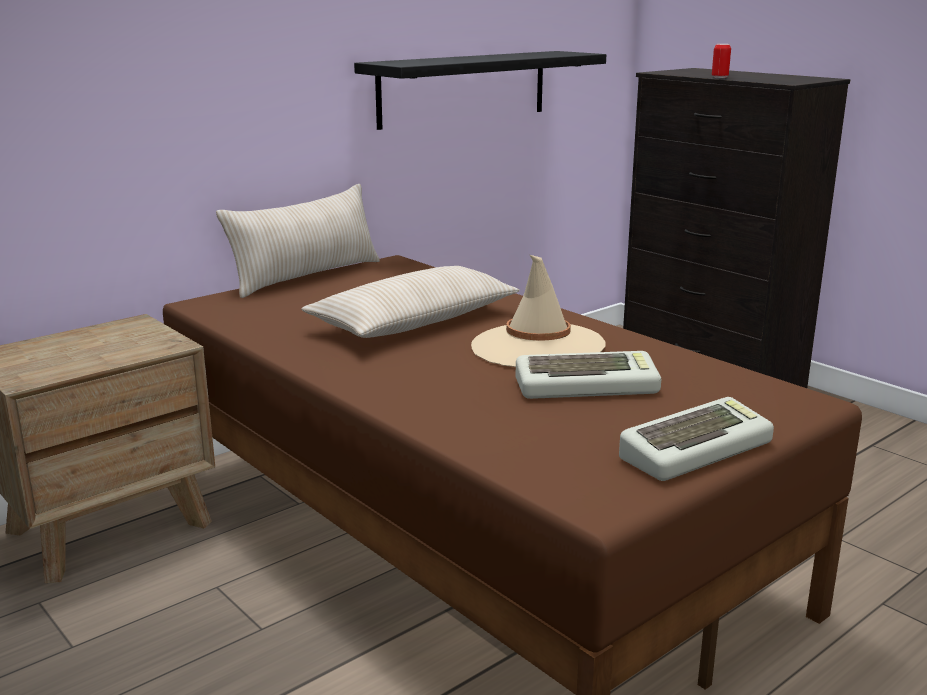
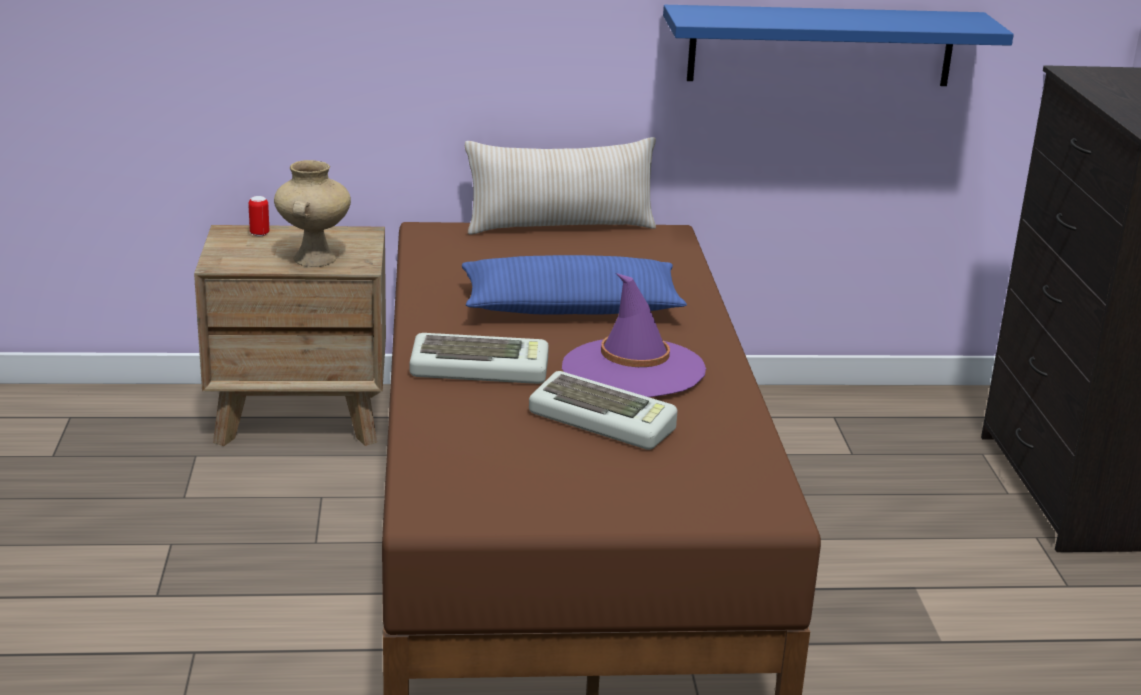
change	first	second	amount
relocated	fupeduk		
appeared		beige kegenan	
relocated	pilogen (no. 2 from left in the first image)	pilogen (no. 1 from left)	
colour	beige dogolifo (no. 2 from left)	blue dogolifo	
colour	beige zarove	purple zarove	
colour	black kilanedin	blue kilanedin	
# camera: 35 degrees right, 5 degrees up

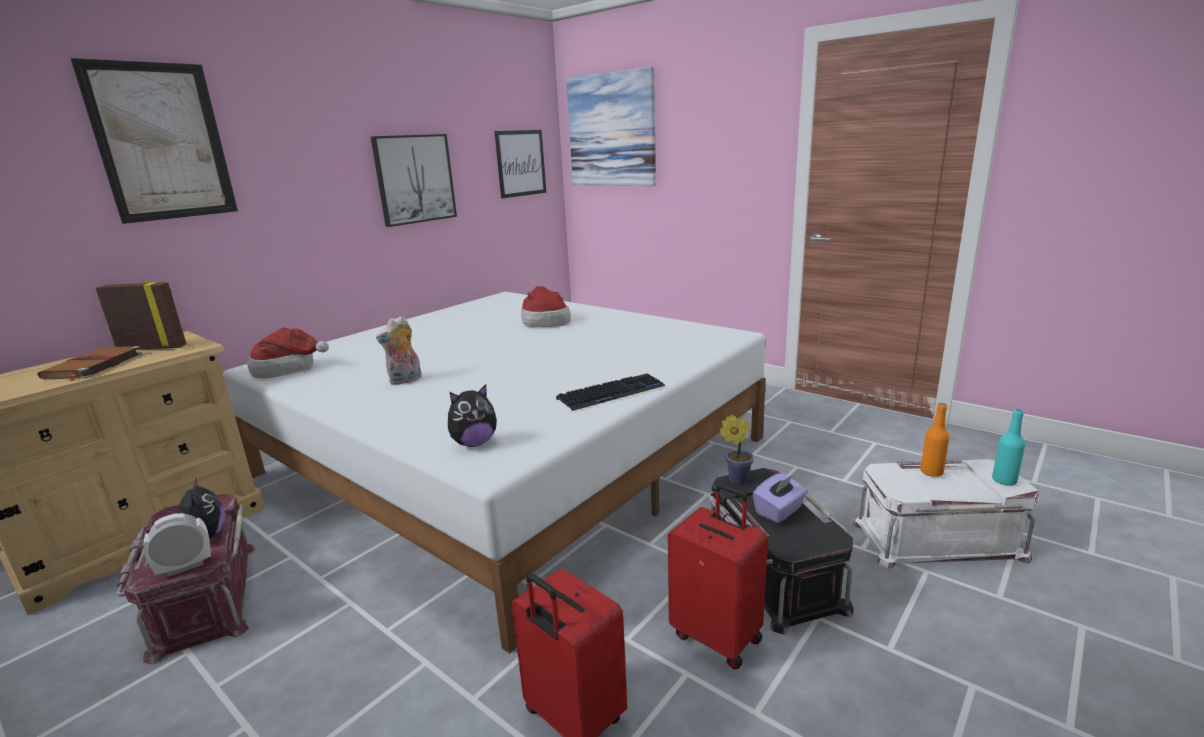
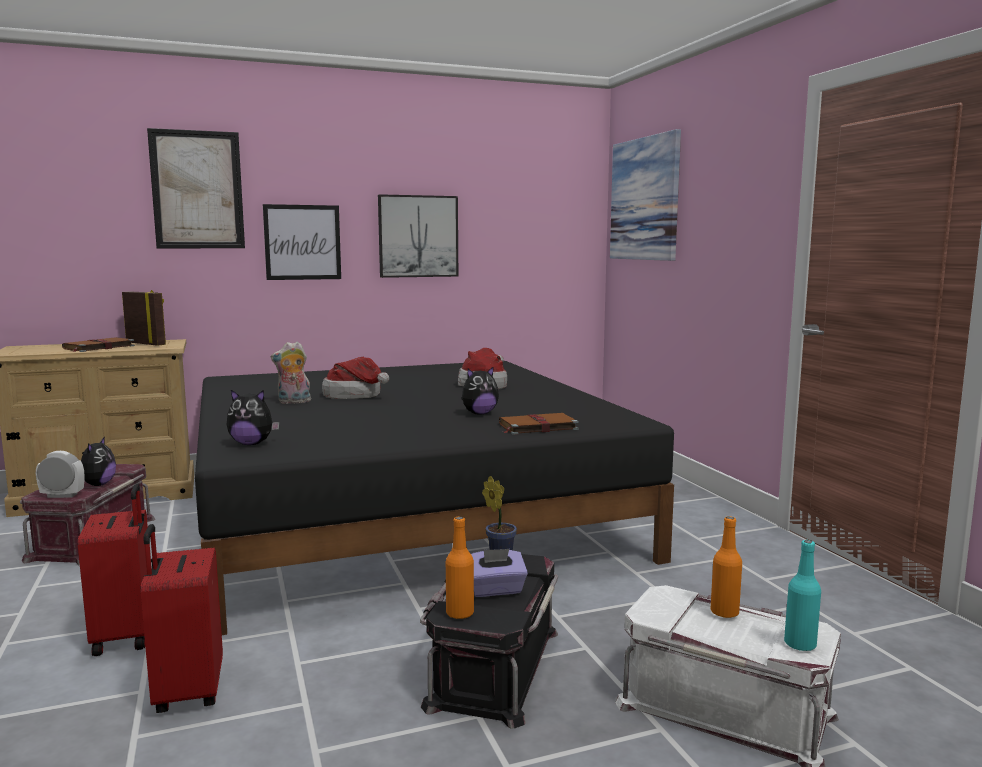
change	first	second	amount
relocated	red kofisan (no. 2 from left in the first image)	red kofisan (no. 1 from left)	
colour	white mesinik	black mesinik	
relocated	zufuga (no. 3 from left in the first image)	zufuga (no. 2 from left)	
relocated	zarove (no. 1 from left)		
appeared		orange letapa (no. 1 from left)	
appeared		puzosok (no. 4 from left)	
appeared		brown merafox (no. 2 from left)	
missing	pilogen		
# camera: 30 degrees right, 10 degrees down

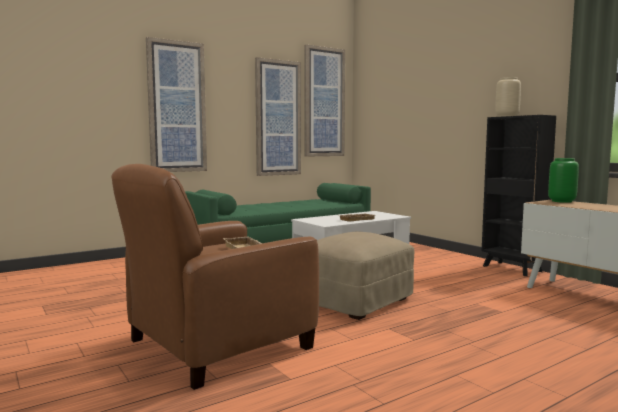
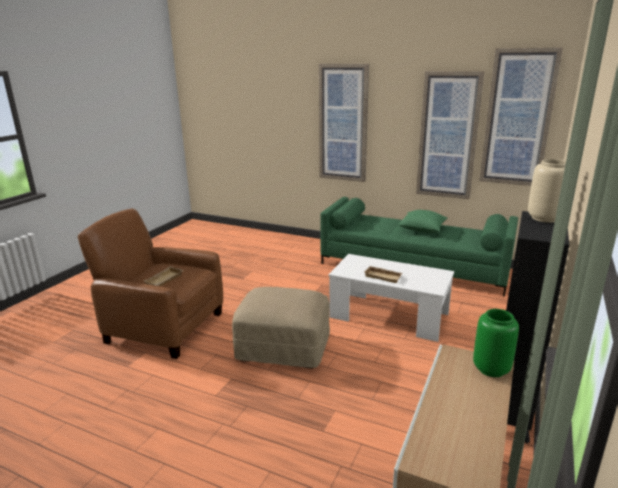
change	first	second	amount
appeared		green dogolifo	
# camera: 60 degrees right, 15 degrees up

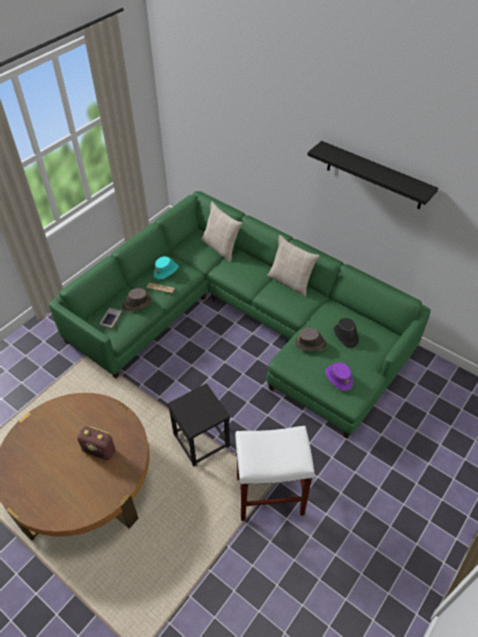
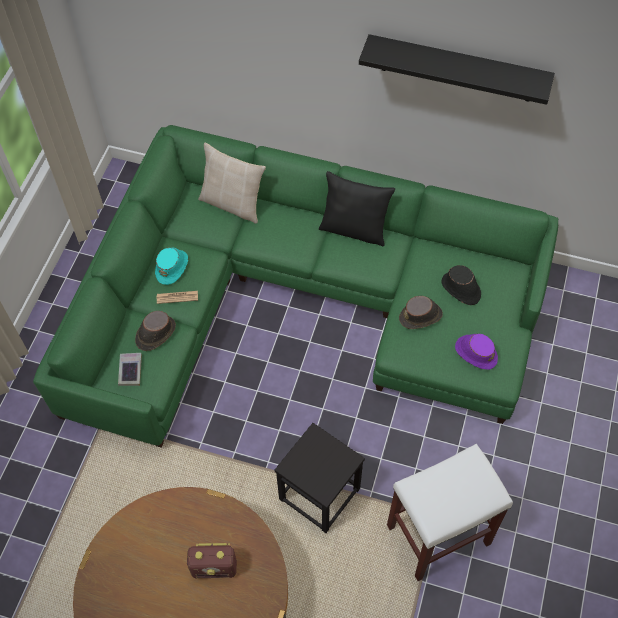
change	first	second	amount
colour	beige dogolifo (no. 2 from left)	black dogolifo	
# camera: 20 degrees left, 10 degrees up

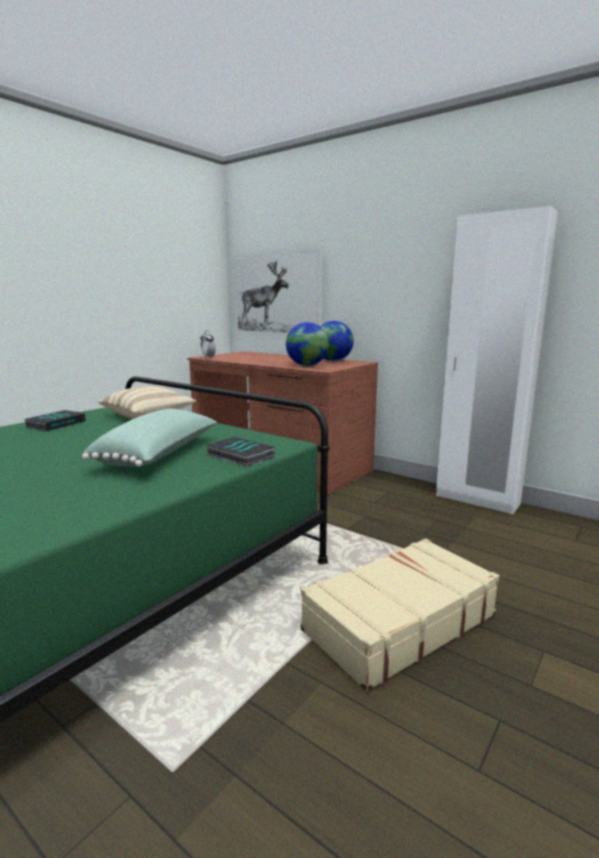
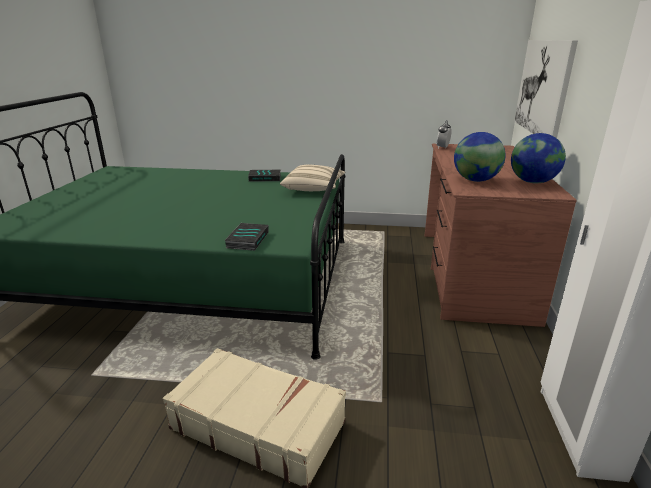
change	first	second	amount
missing	green dogolifo		
# camera: 60 degrees right, 10 degrees up

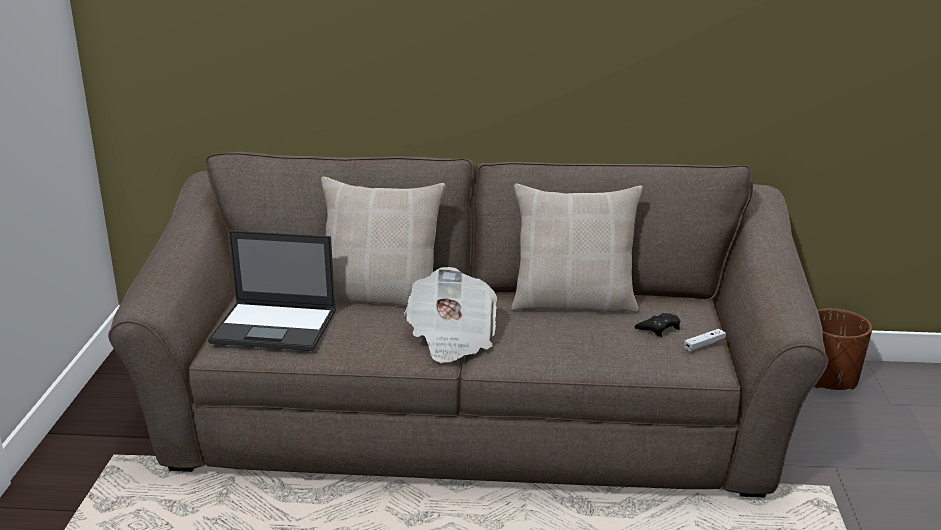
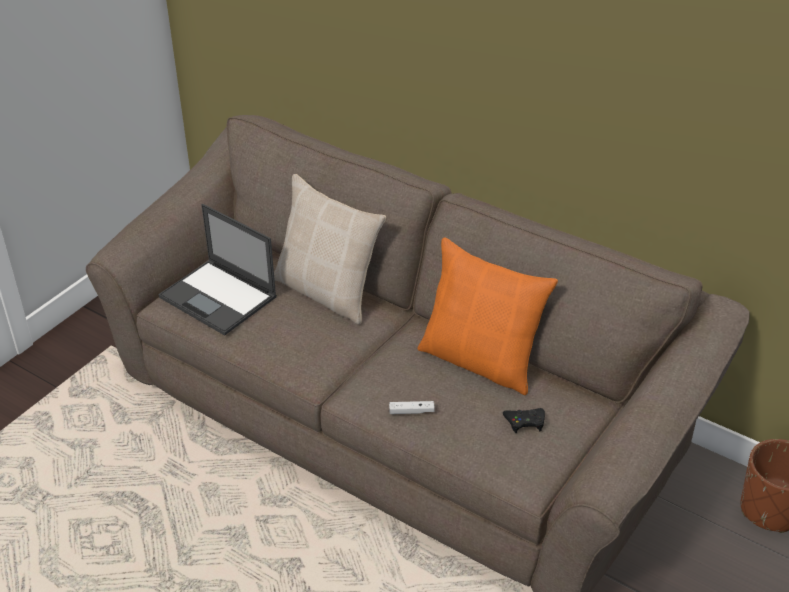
change	first	second	amount
relocated	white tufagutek		
colour	beige dogolifo (no. 2 from left)	orange dogolifo	
missing	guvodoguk		
# camera: 30 degrees right, 15 degrees up

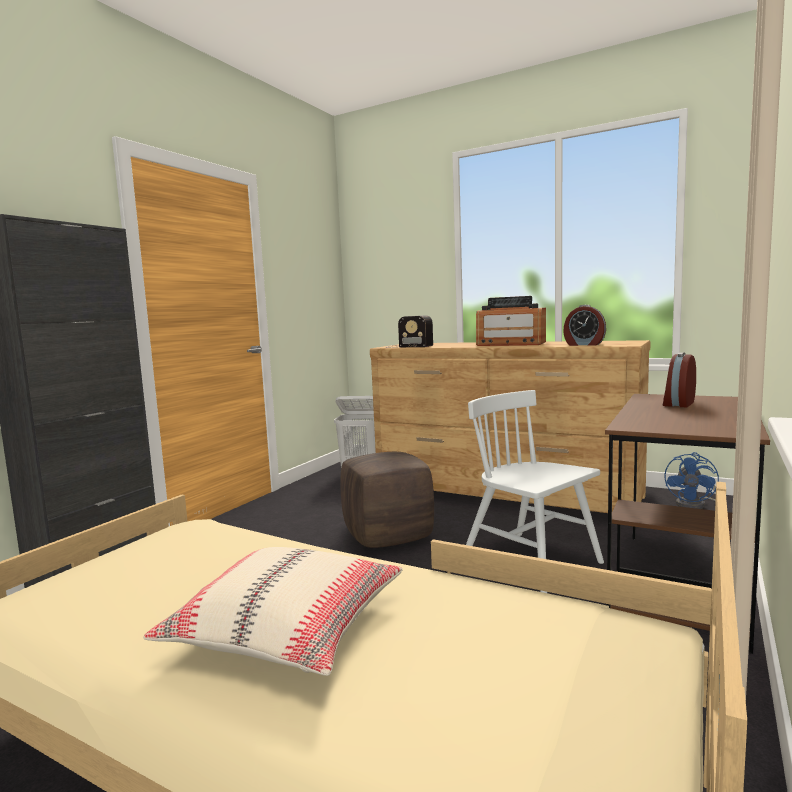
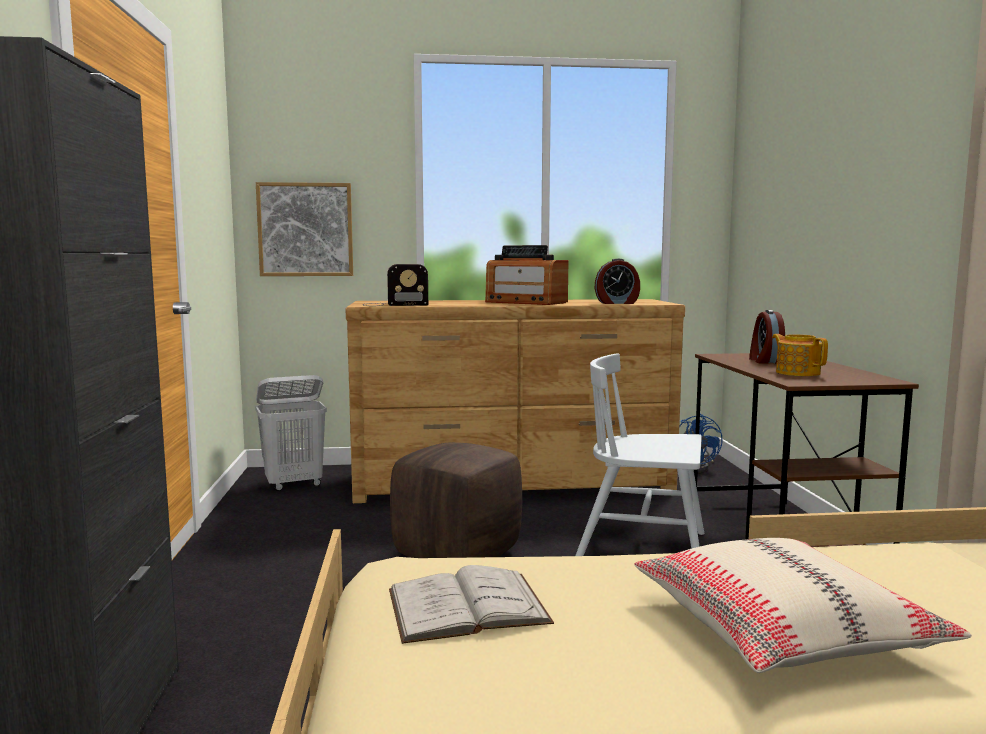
change	first	second	amount
appeared		zufuga	
appeared		white merafox	
spun	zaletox (no. 2 from left)		45 degrees clockwise
appeared		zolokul	
# camera: 35 degrees left, 0 degrees up

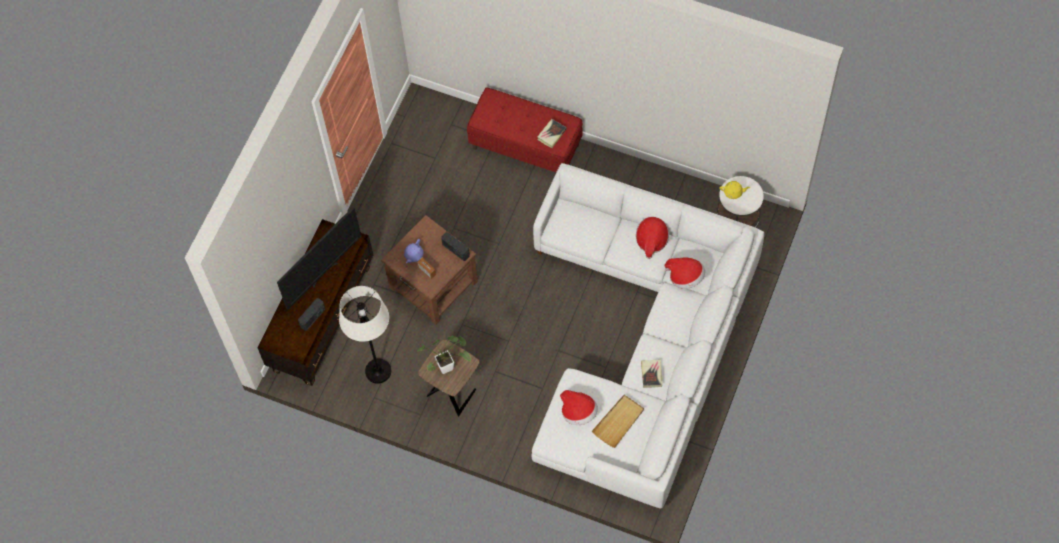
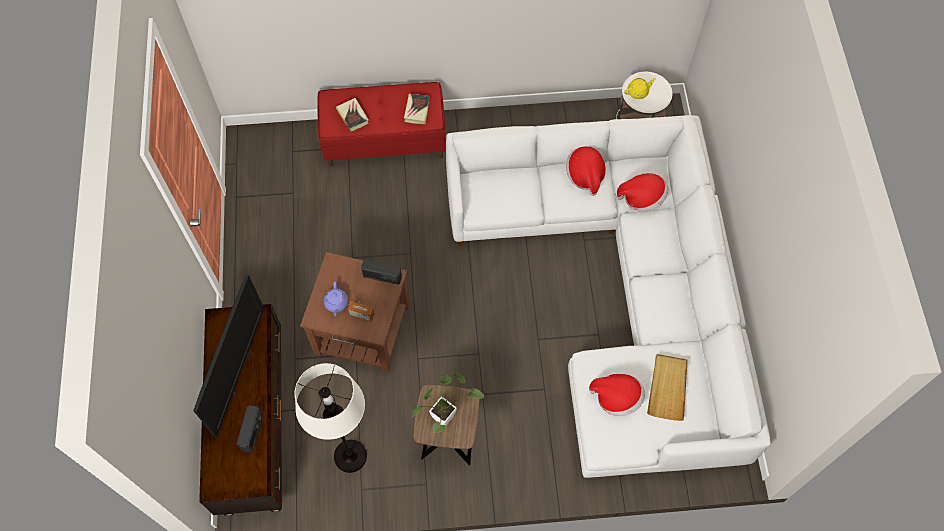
change	first	second	amount
relocated	merafox (no. 2 from left in the first image)	merafox (no. 1 from left)	
# camera: 30 degrees left, 0 degrees up

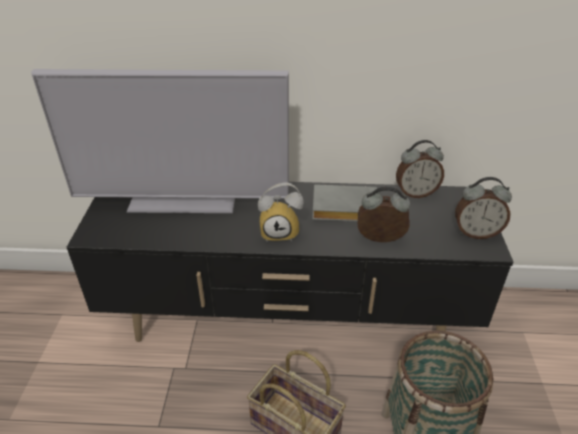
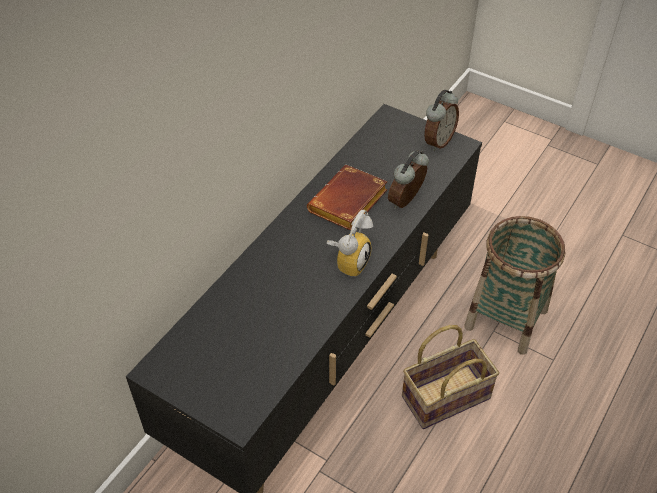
change	first	second	amount
colour	grey merafox	brown merafox	
missing	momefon		
missing	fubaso (no. 3 from left)		
# camera: 60 degrees left, 10 degrees up

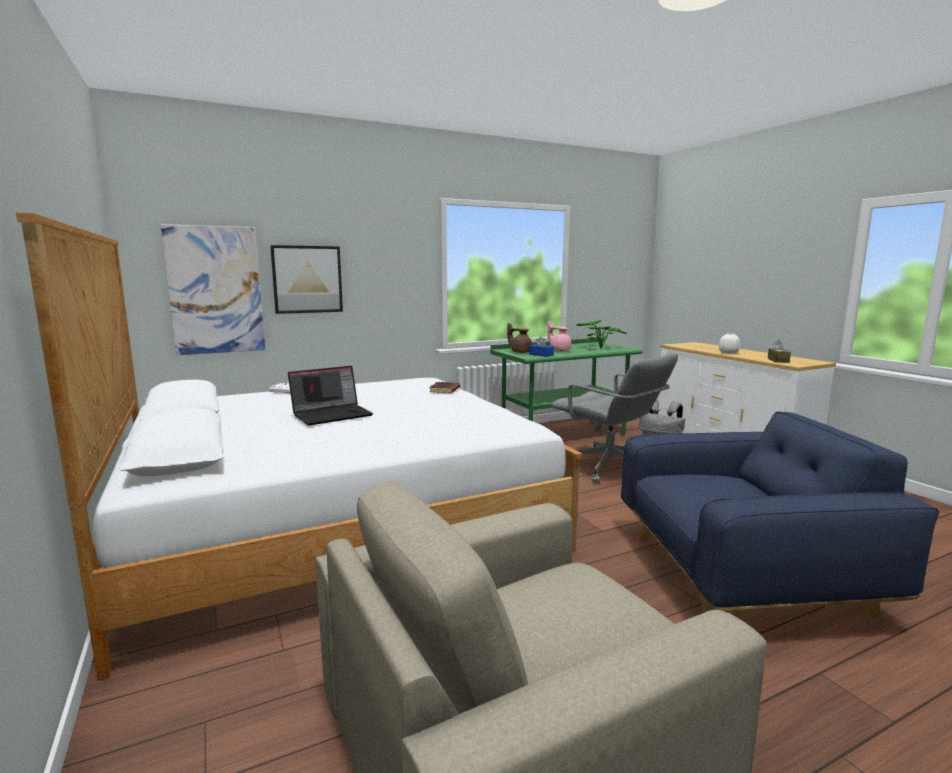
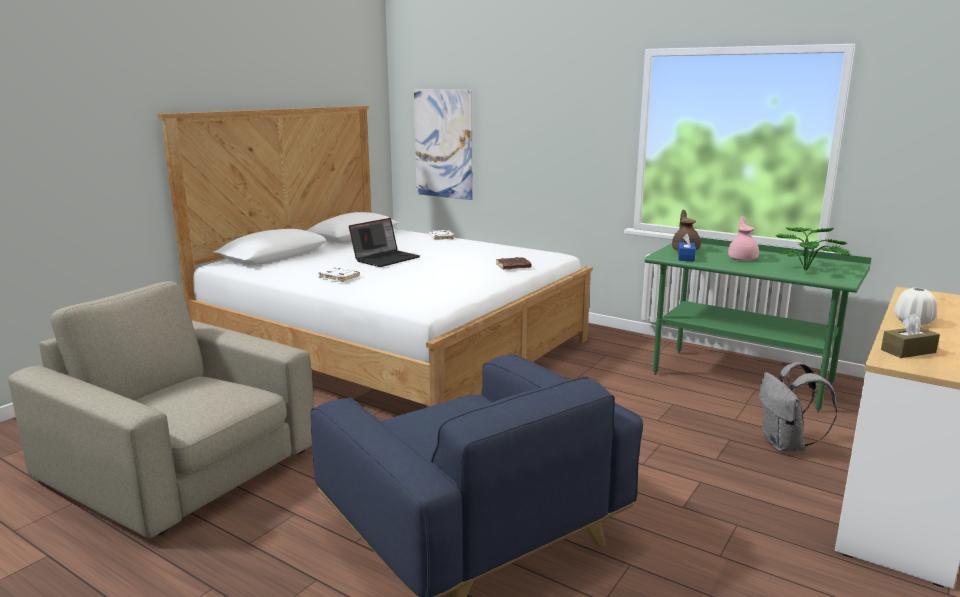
change	first	second	amount
appeared		white merafox (no. 1 from left)	
spun	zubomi		75 degrees counterclockwise
missing	zufuga (no. 2 from left)		
missing	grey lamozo		
# camera: 60 degrees right, 5 degrees up

